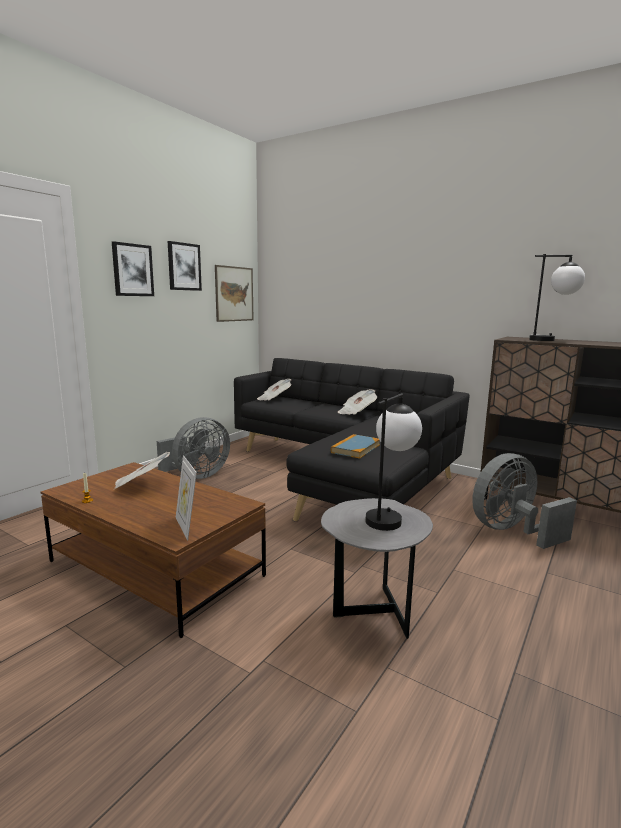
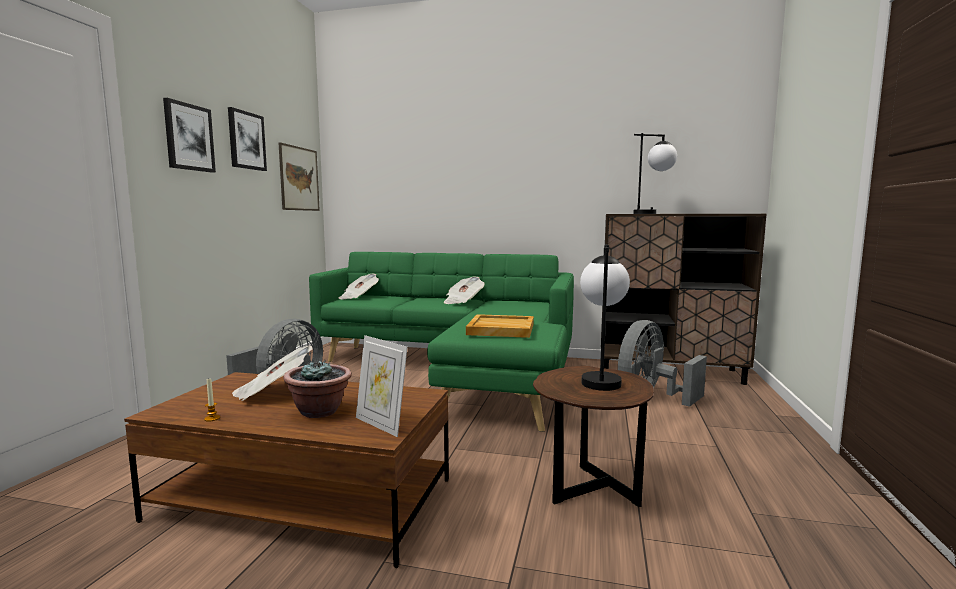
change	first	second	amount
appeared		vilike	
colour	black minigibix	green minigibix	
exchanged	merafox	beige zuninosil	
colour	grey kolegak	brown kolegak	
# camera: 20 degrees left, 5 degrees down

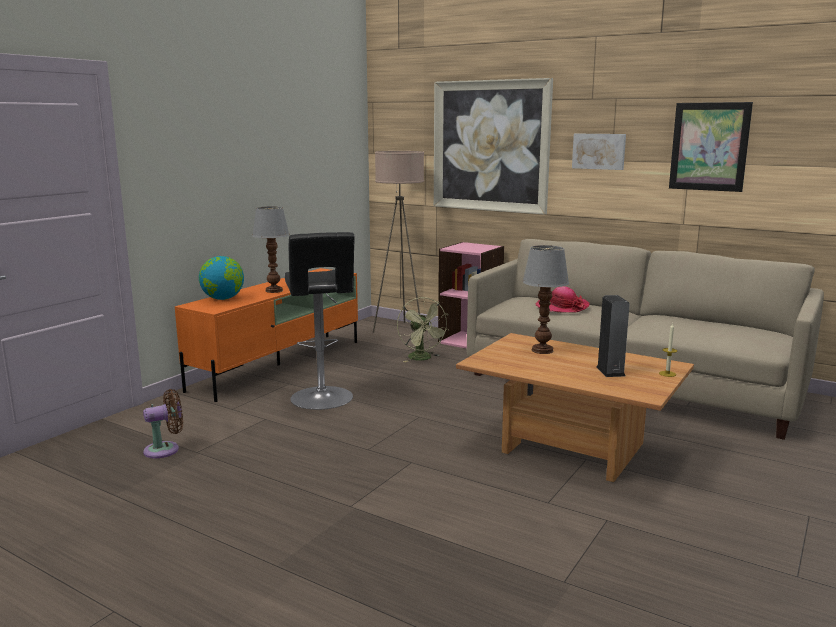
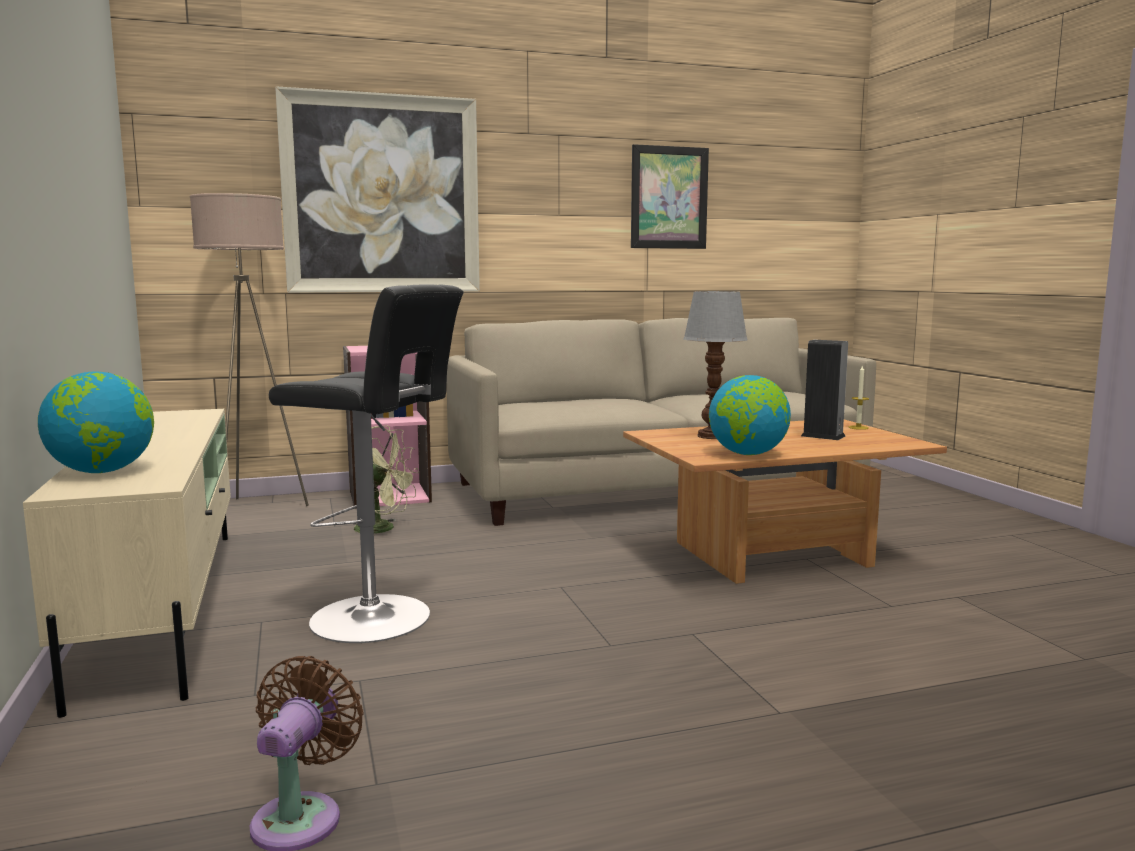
change	first	second	amount
colour	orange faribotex	beige faribotex	
appeared		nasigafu (no. 2 from left)	
missing	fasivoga (no. 1 from left)		
missing	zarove		
missing	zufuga (no. 2 from left)		
# camera: 50 degrees left, 5 degrees down

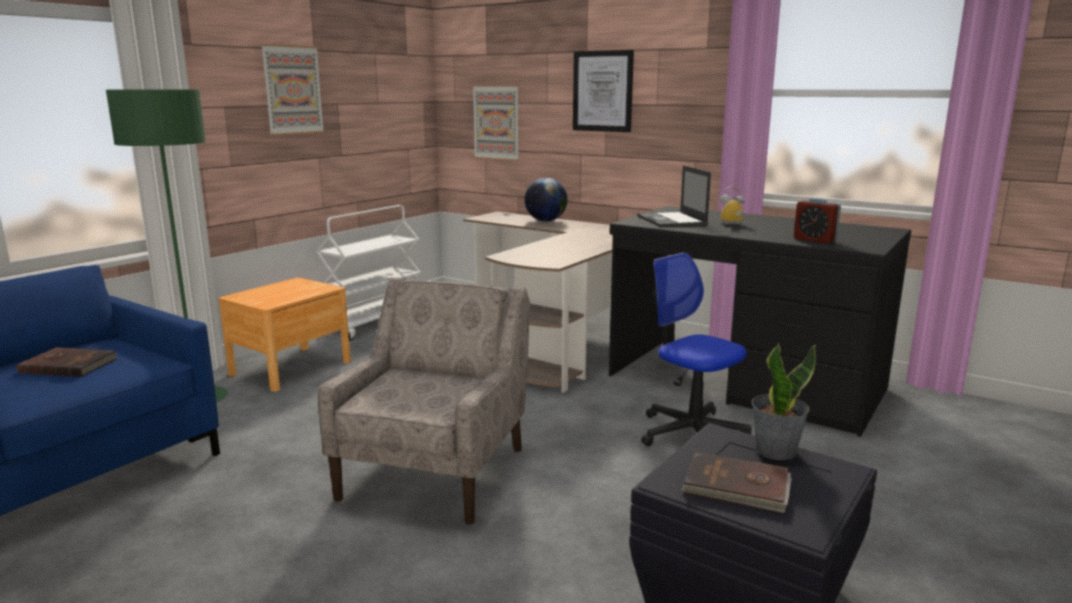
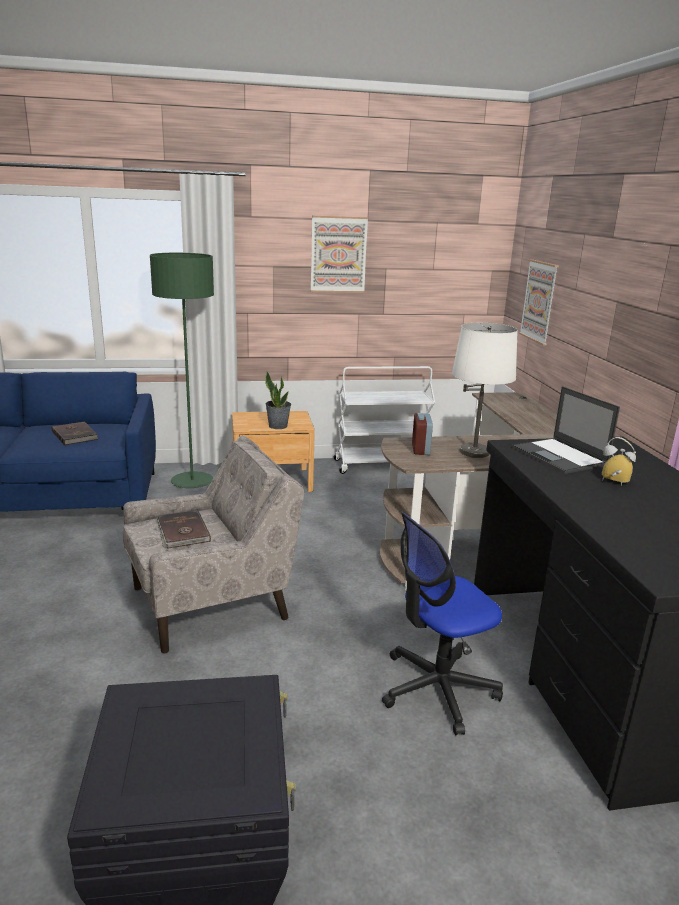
change	first	second	amount
relocated	brown merafox (no. 2 from left)		
relocated	vilike		
spun	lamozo		120 degrees counterclockwise
relocated	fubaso (no. 2 from left in the first image)	fubaso (no. 1 from left)	
appeared		white fasivoga	
spun	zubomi		60 degrees counterclockwise
missing	nasigafu		
missing	zufuga (no. 3 from left)		
# camera: 45 degrees right, 5 degrees up

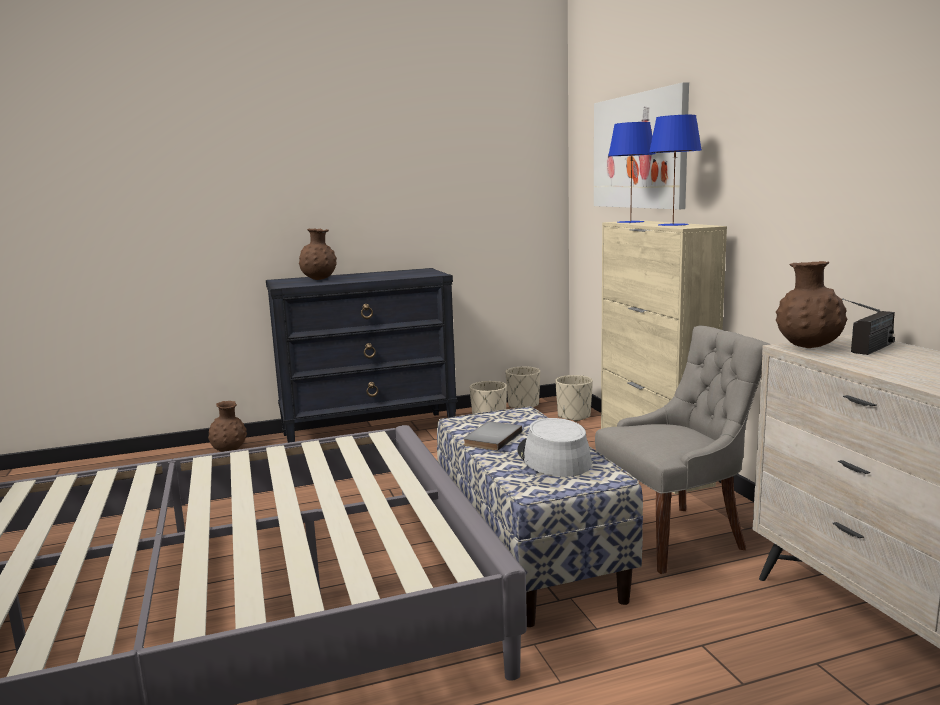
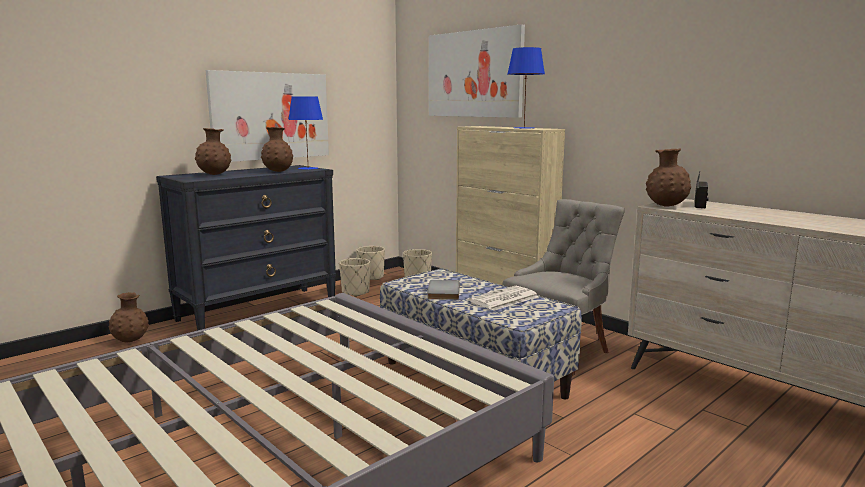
change	first	second	amount
appeared		zufuga (no. 1 from left)	
appeared		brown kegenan (no. 3 from left)	
relocated	blue fasivoga (no. 1 from left)		
exchanged	grey zarove	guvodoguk	
# camera: 25 degrees left, 0 degrees up

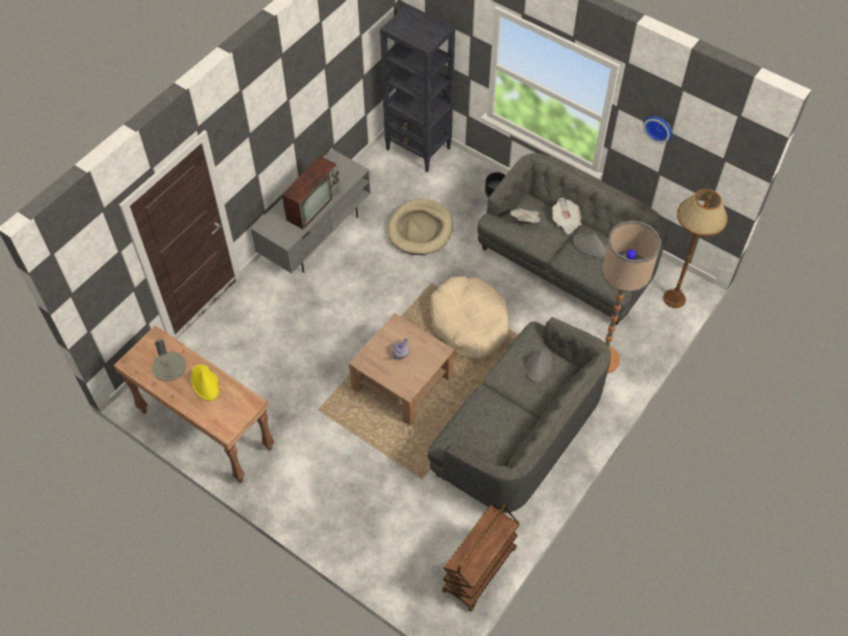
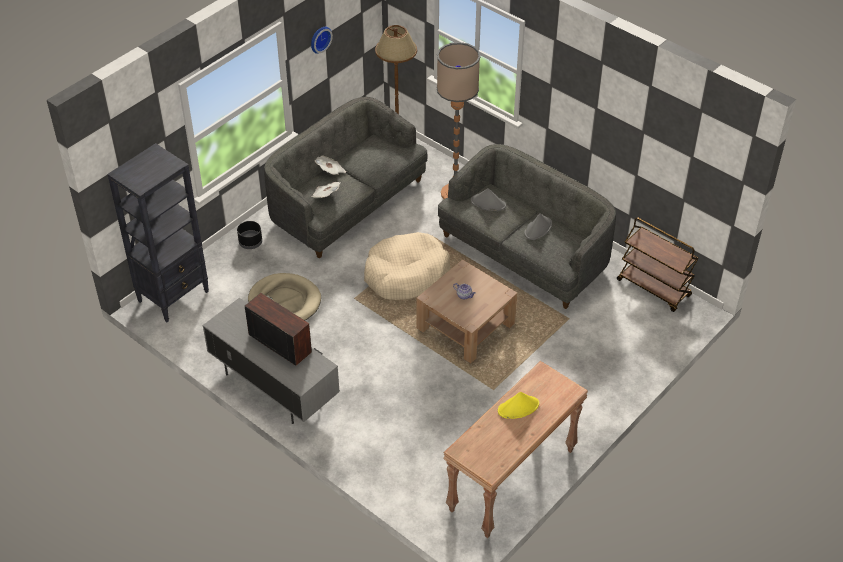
change	first	second	amount
relocated	grey zarove (no. 2 from left)		
missing	grey fasivoga		
# camera: 85 degrees left, 10 degrees down

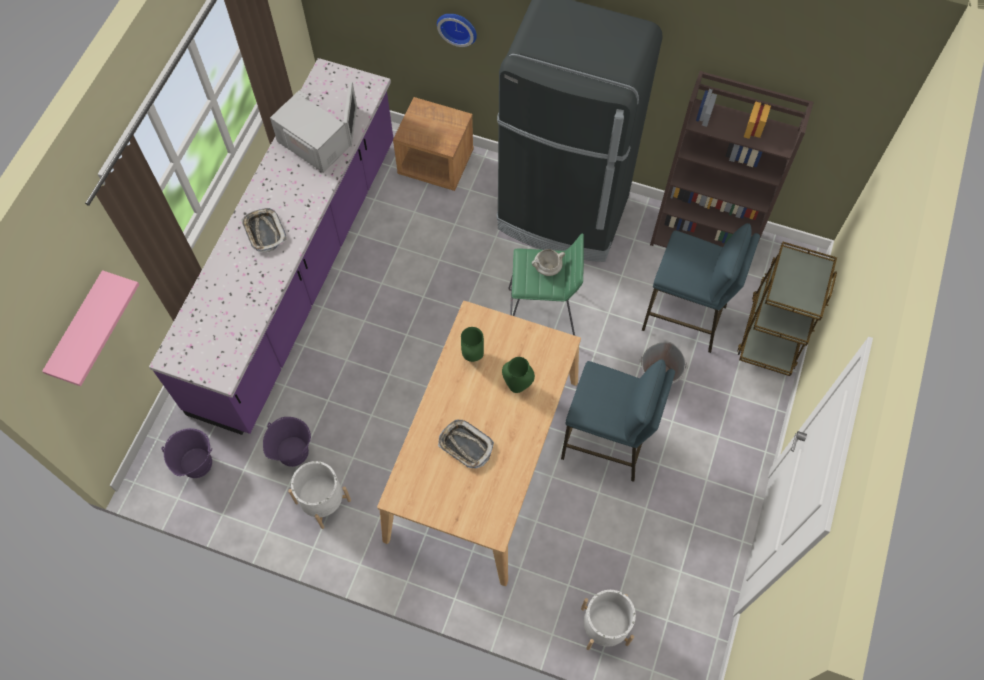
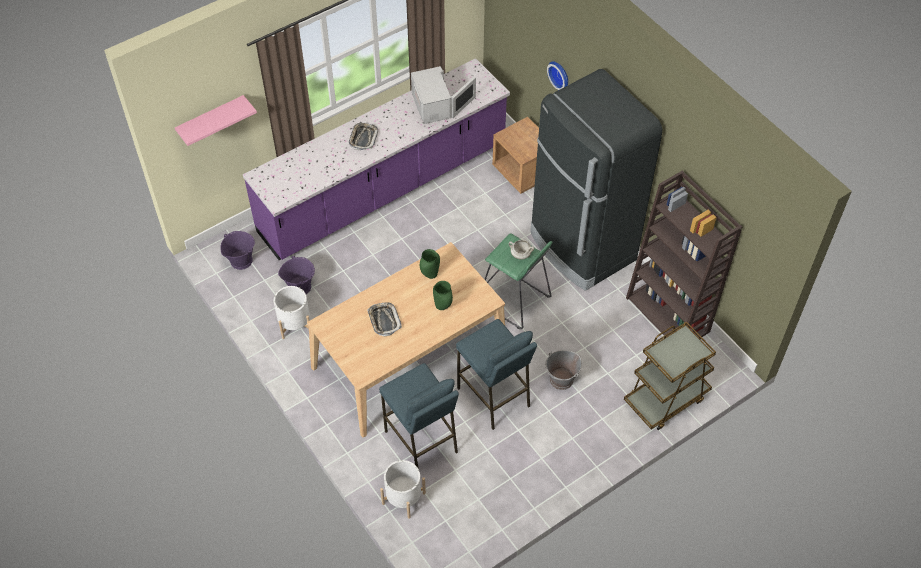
change	first	second	amount
relocated	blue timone (no. 2 from left in the first image)	blue timone (no. 1 from left)	
# camera: 35 degrees right, 10 degrees down

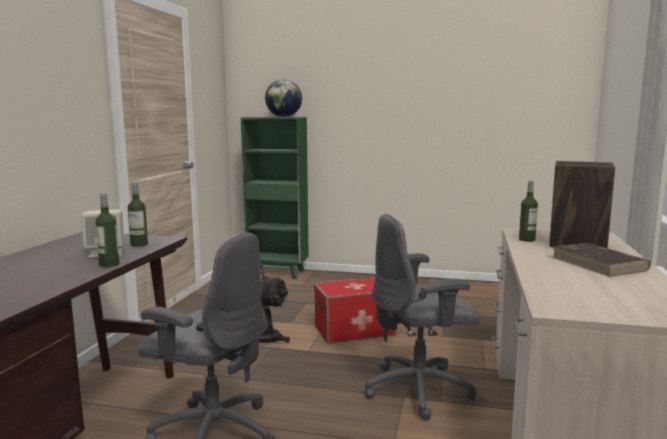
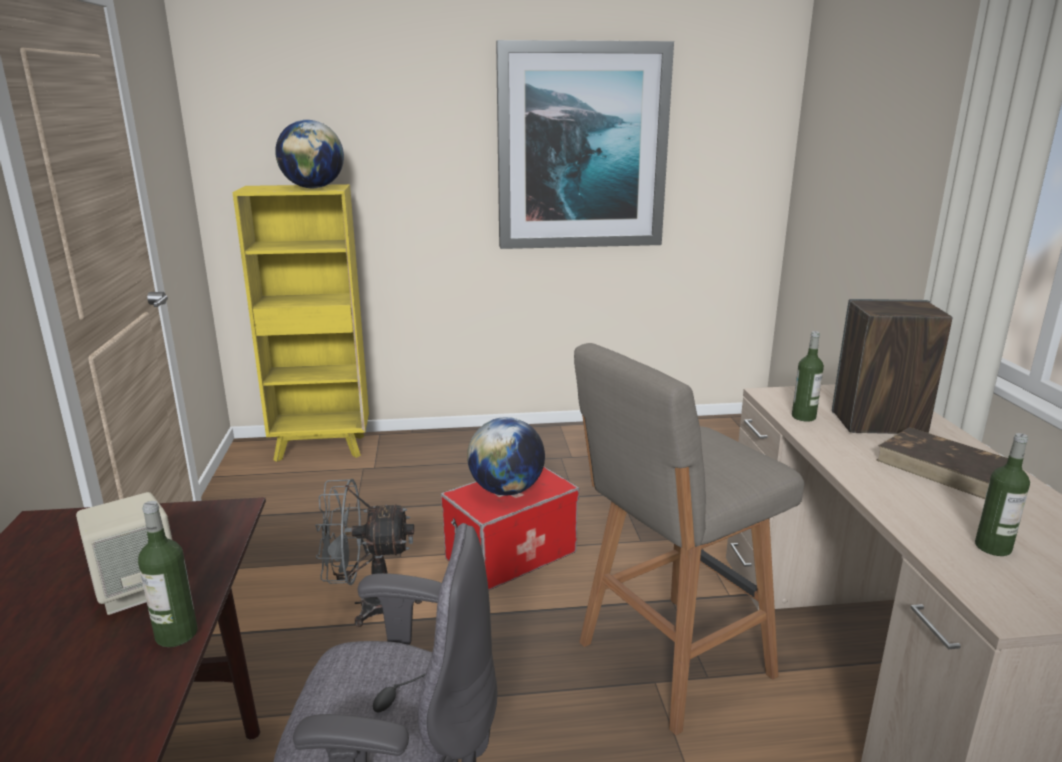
change	first	second	amount
colour	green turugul	yellow turugul	
appeared		nasigafu (no. 2 from left)	
appeared		zufuga	
exchanged	grey lamozo (no. 2 from left)	grey timone	
relocated	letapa (no. 2 from left in the first image)	letapa (no. 3 from left)	
# camera: 20 degrees left, 10 degrees up

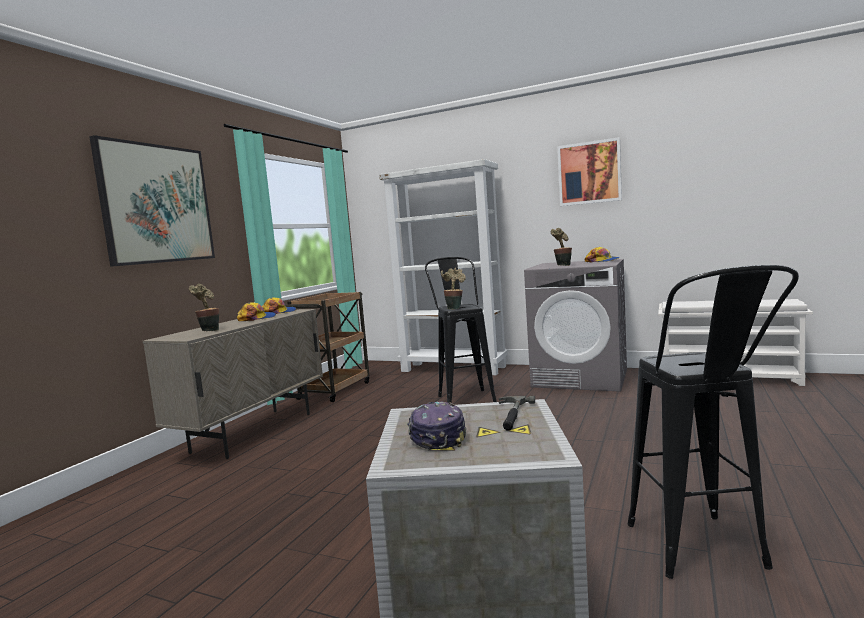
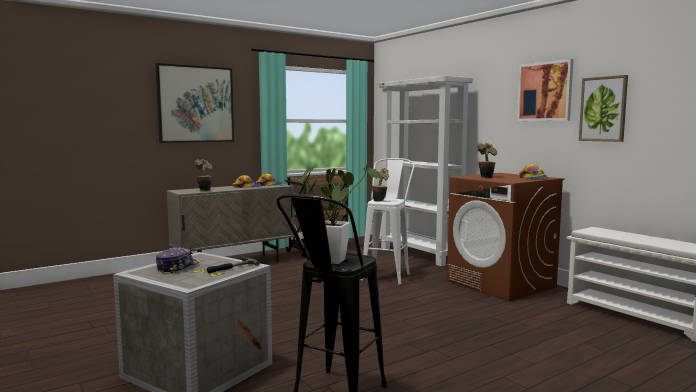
change	first	second	amount
appeared		vilike (no. 2 from left)	
colour	black timone (no. 1 from left)	white timone	
colour	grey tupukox	brown tupukox	
appeared		zufuga (no. 3 from left)	
# camera: 30 degrees right, 0 degrees up

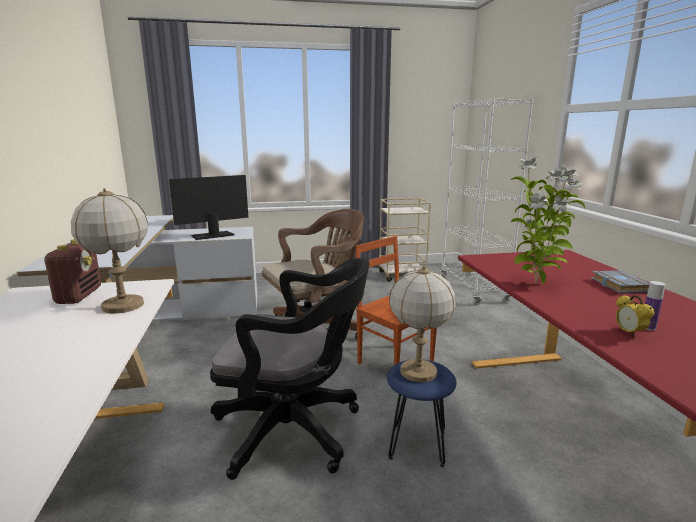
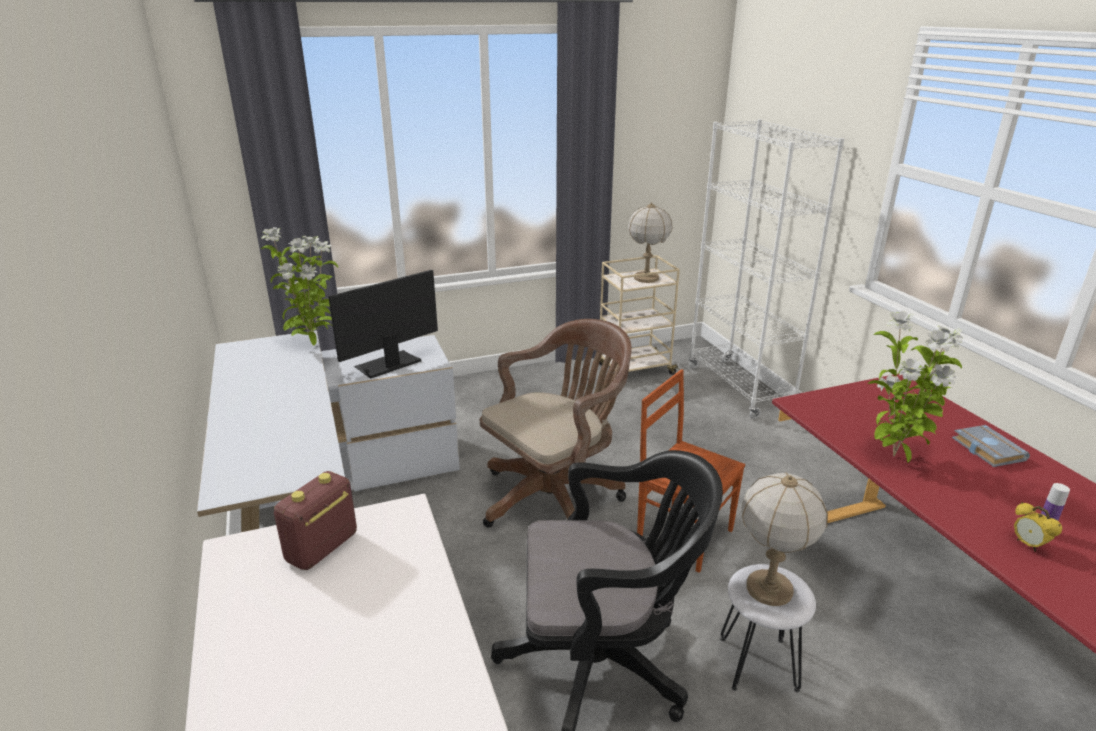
change	first	second	amount
appeared		vilike (no. 1 from left)	
spun	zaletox		135 degrees counterclockwise
relocated	fasivoga (no. 1 from left)		
colour	blue timone	white timone	
# camera: 10 degrees left, 10 degrees up

